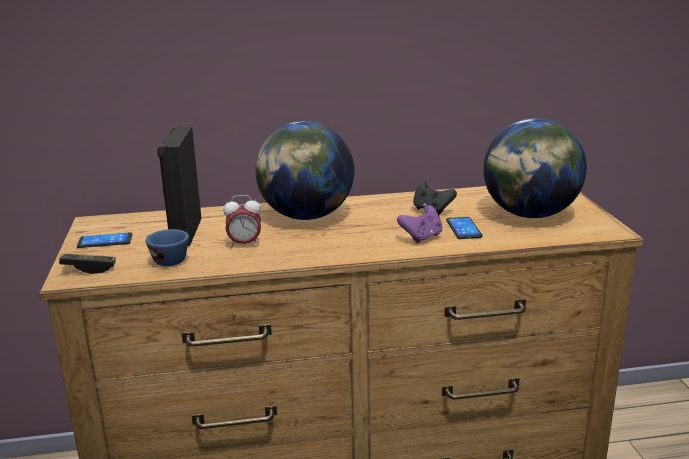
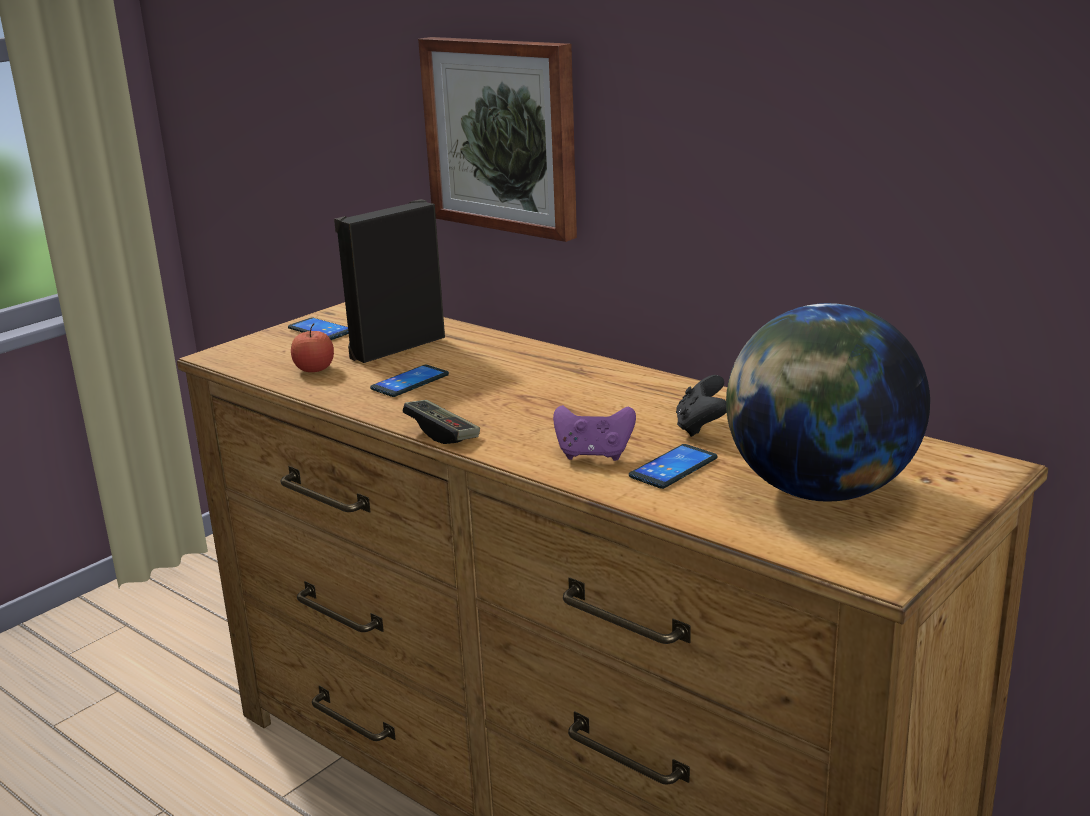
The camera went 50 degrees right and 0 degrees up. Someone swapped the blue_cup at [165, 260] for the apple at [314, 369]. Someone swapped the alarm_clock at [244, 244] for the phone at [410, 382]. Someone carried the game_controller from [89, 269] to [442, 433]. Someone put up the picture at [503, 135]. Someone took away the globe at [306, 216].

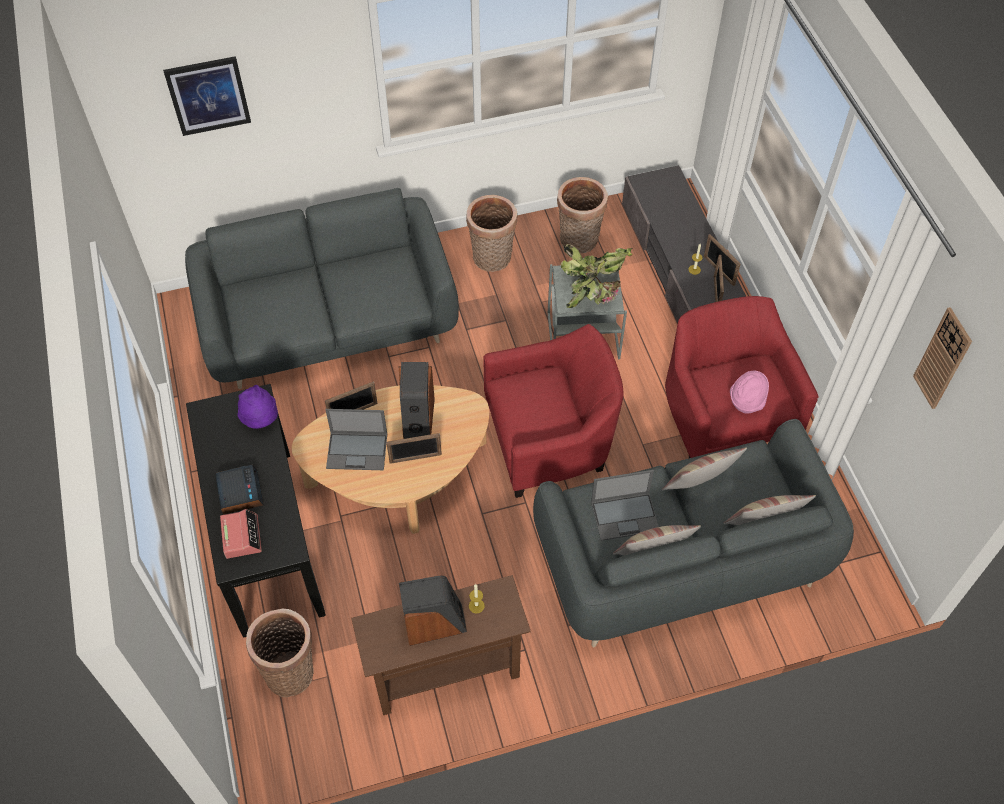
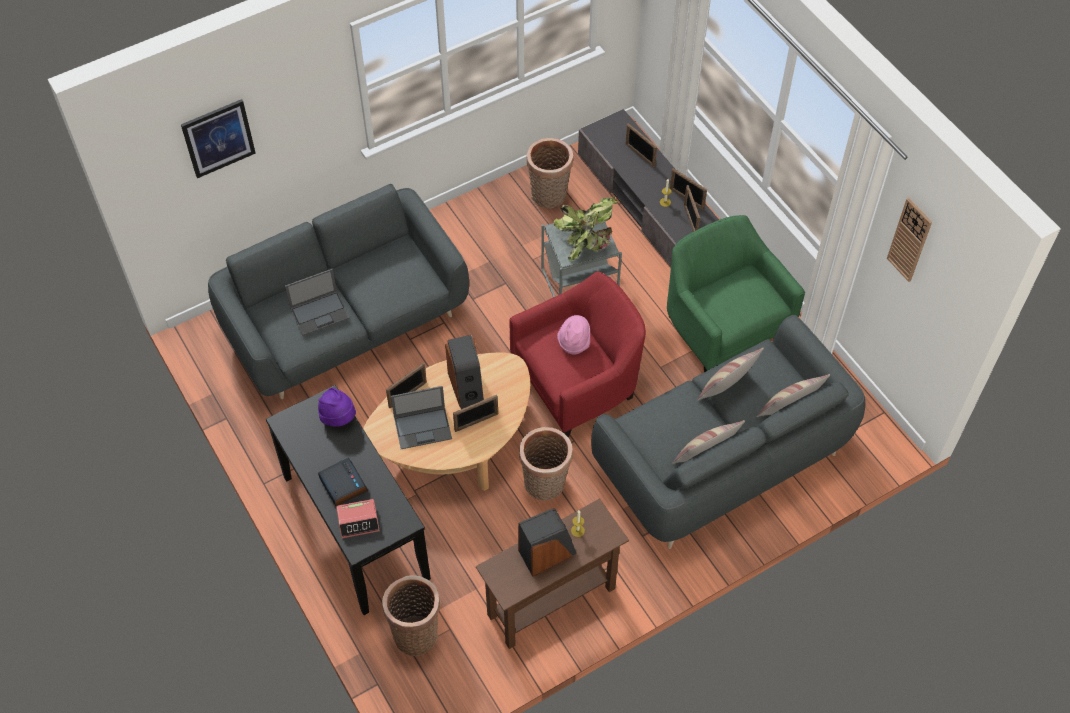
The camera went 15 degrees left and 0 degrees up. Someone carried the laptop from [625, 515] to [320, 312]. Someone rotated the alarm_clock at [241, 536] by 105 degrees clockwise. Someone carried the basket from [492, 259] to [545, 485]. Someone carried the pink_hat from [747, 401] to [574, 343]. Someone put down the picture_frame at [639, 155]. Someone repainted the red_armchair at [725, 414], which became the green_armchair at [723, 324].

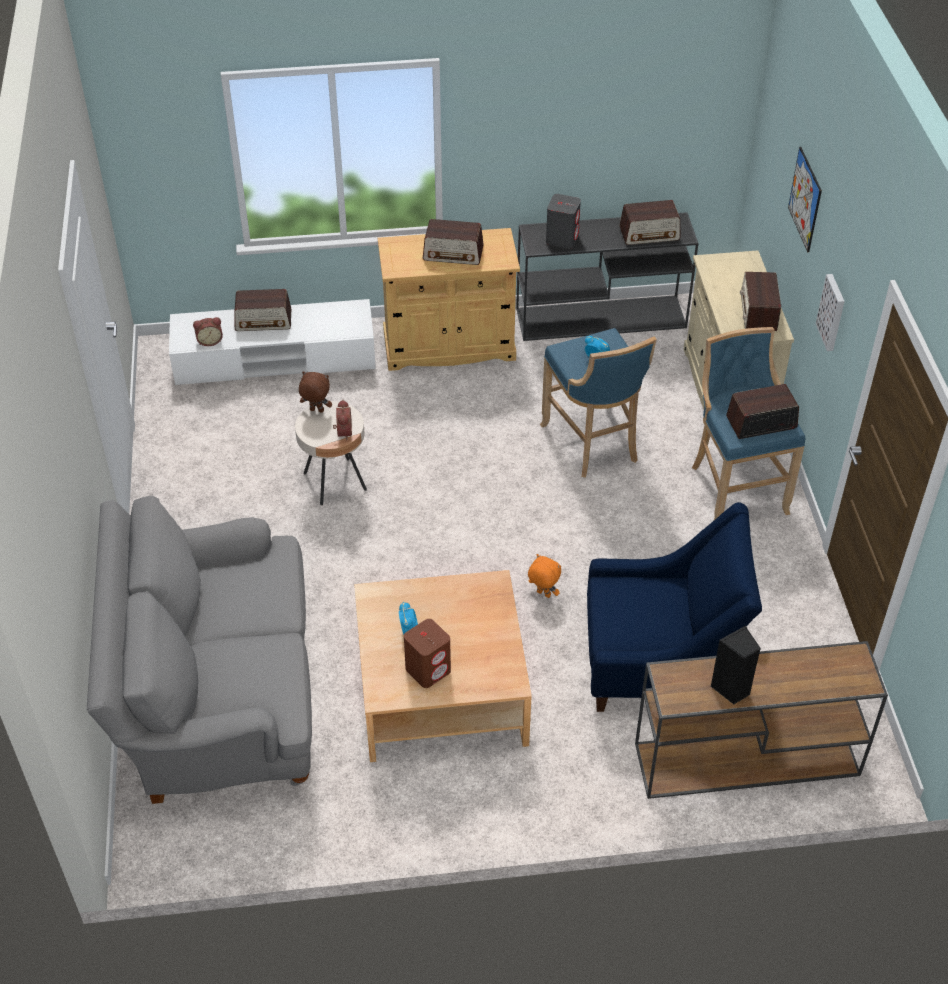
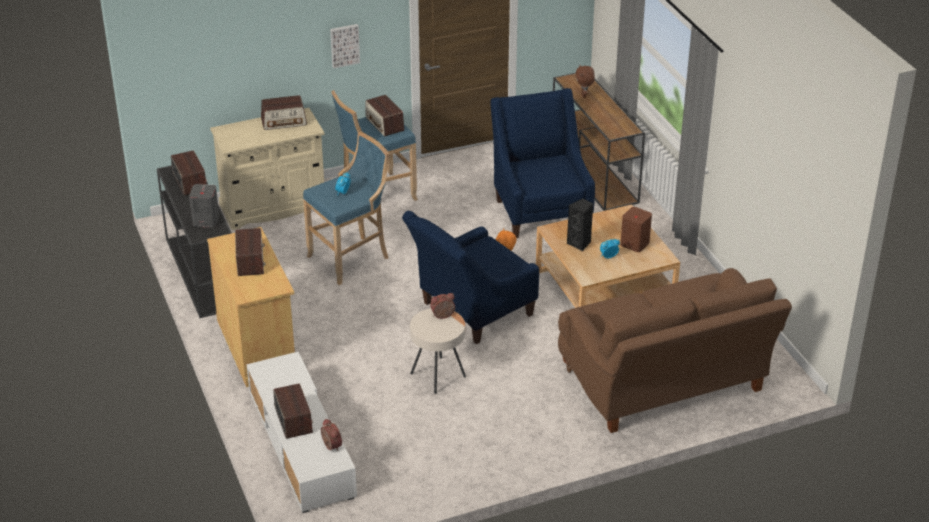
The camera went 105 degrees left and 10 degrees down. Someone put down the blue_armchair at [471, 312]. Someone repainted the grey_sofa at [218, 698], which became the brown_sofa at [664, 383]. Someone carried the black_speaker from [731, 689] to [580, 243]. Someone carried the brown_plush_toy from [316, 411] to [584, 95]. Someone took away the picture at [805, 199].

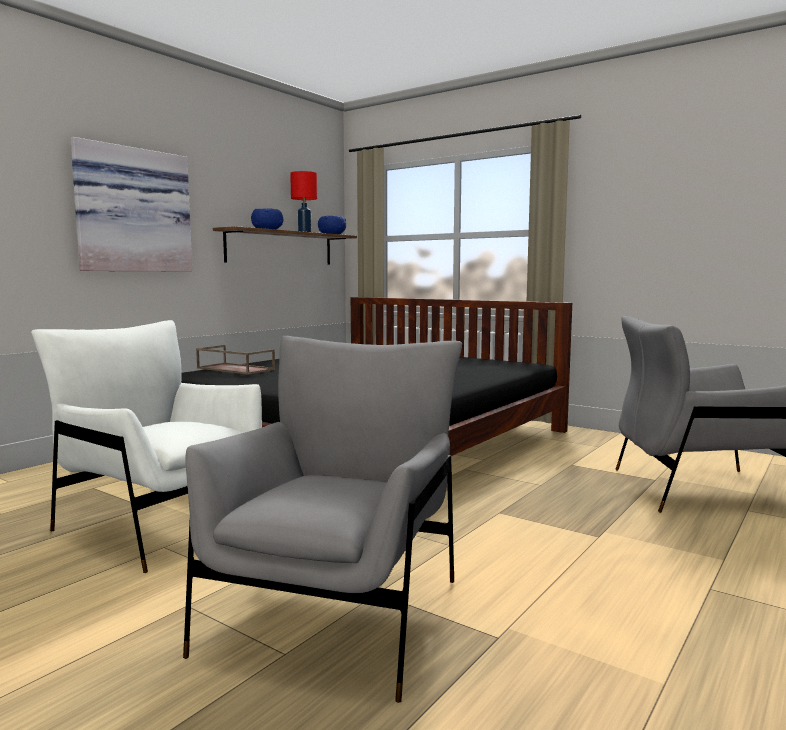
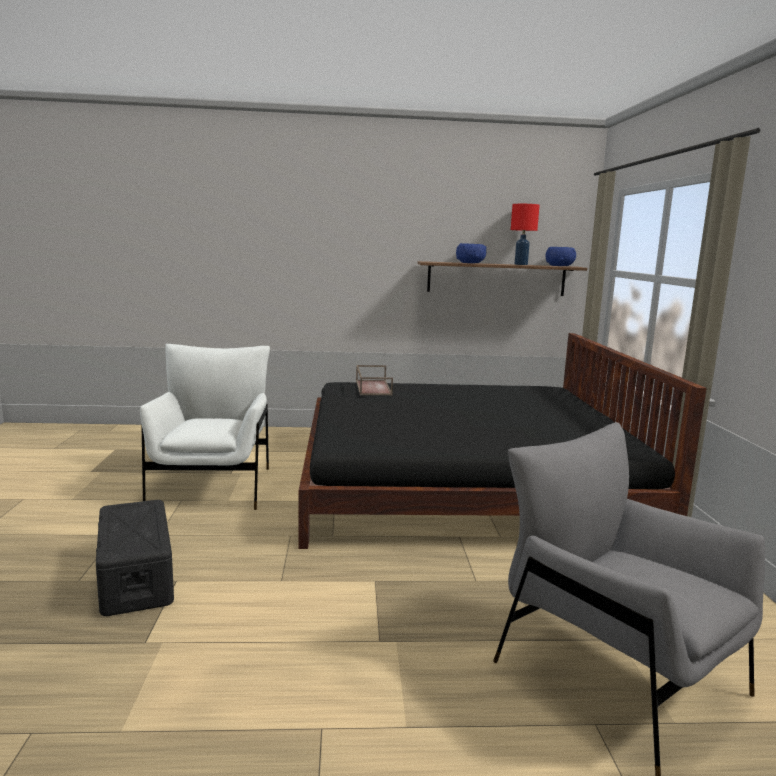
The camera went 50 degrees right and 5 degrees up. Someone swapped the grey_armchair at [335, 614] for the black_storage_box at [136, 577]. Someone took away the picture at [132, 210].

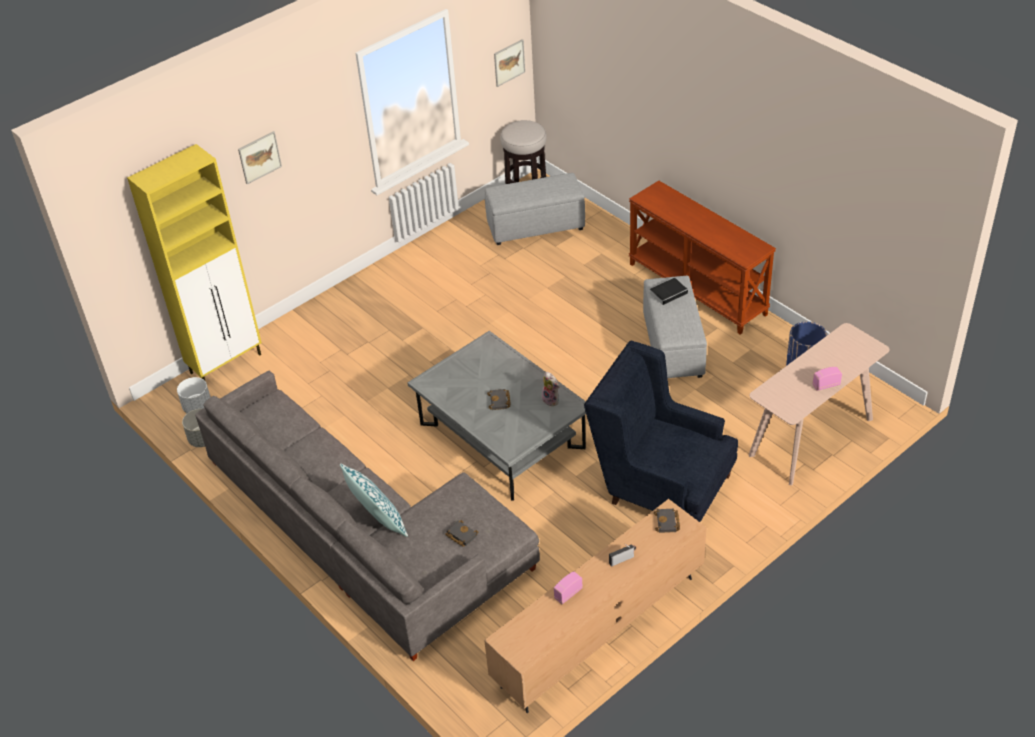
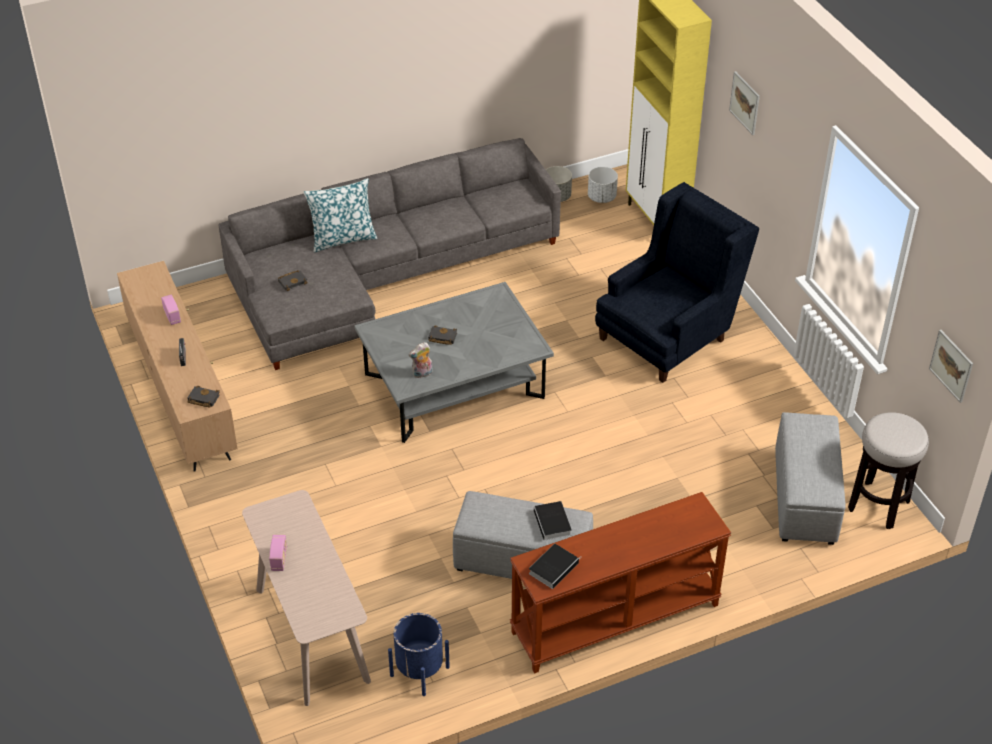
The camera went 105 degrees right and 0 degrees up. Someone put down the book at [554, 567]. Someone carried the blue_armchair from [661, 485] to [669, 334].

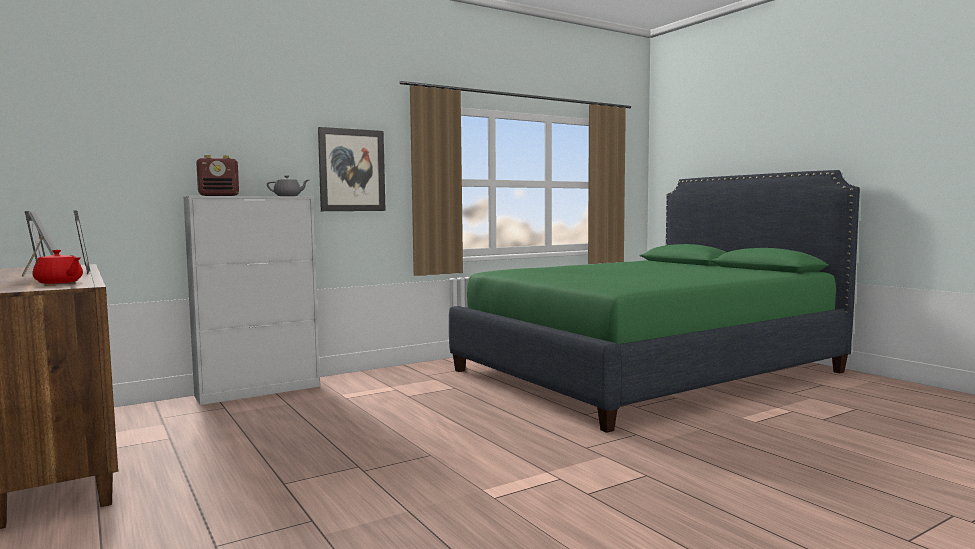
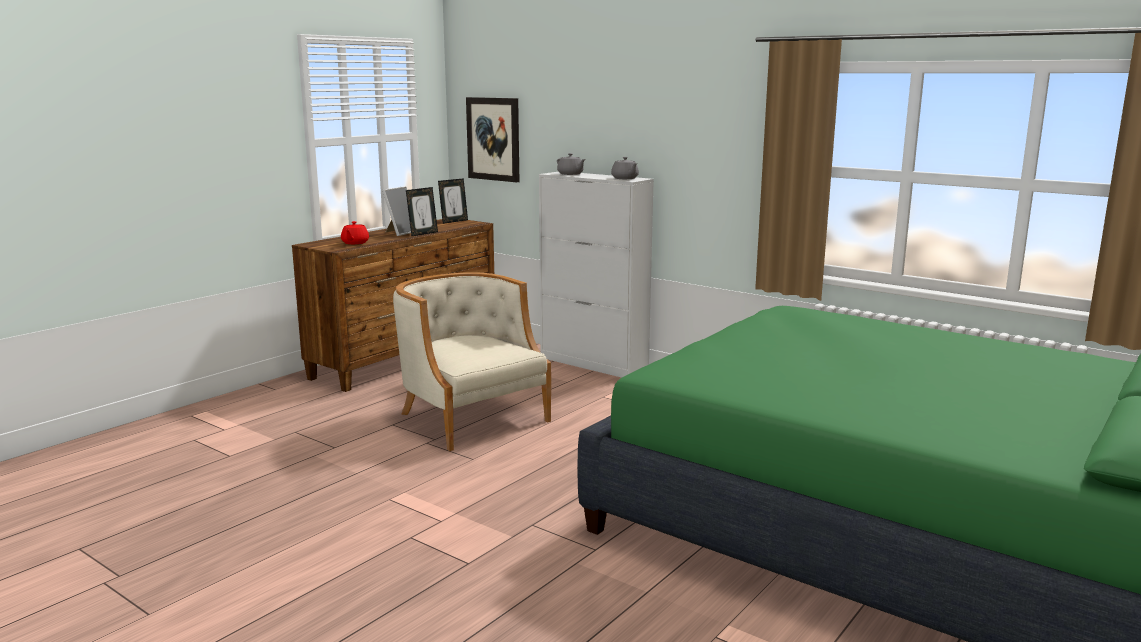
The camera went 70 degrees right and 10 degrees up. Someone put down the beige_armchair at [469, 417]. Someone carried the picture from [352, 170] to [493, 139]. Someone swapped the radio at [219, 195] for the grey_teapot at [570, 174].

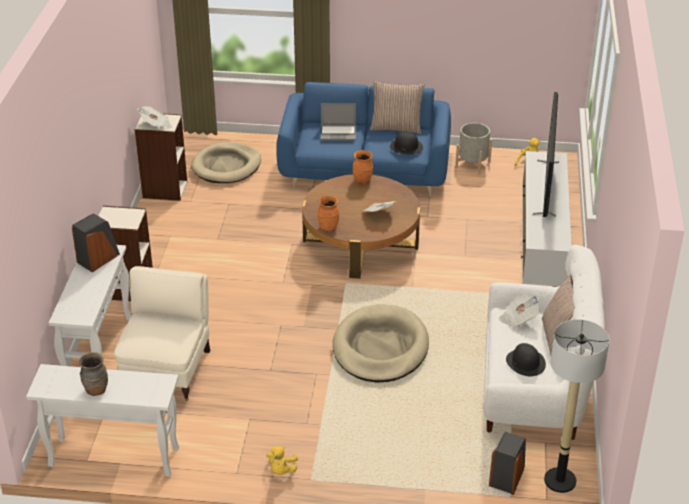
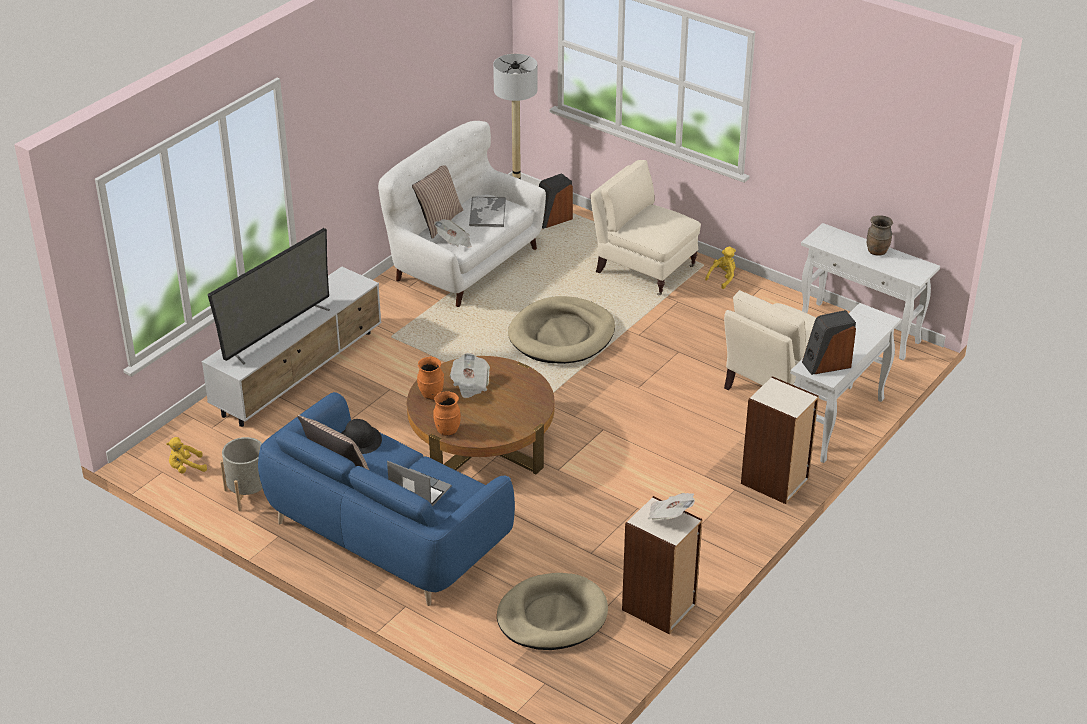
The camera went 150 degrees left and 0 degrees up. Someone carried the orange_vase from [328, 227] to [431, 395]. Someone swapped the black_hat at [525, 362] for the tray at [487, 212]. Someone put down the beige_armchair at [643, 268].

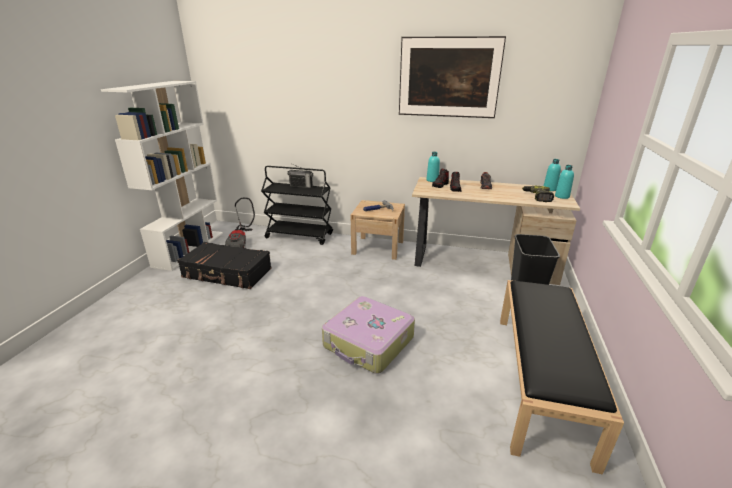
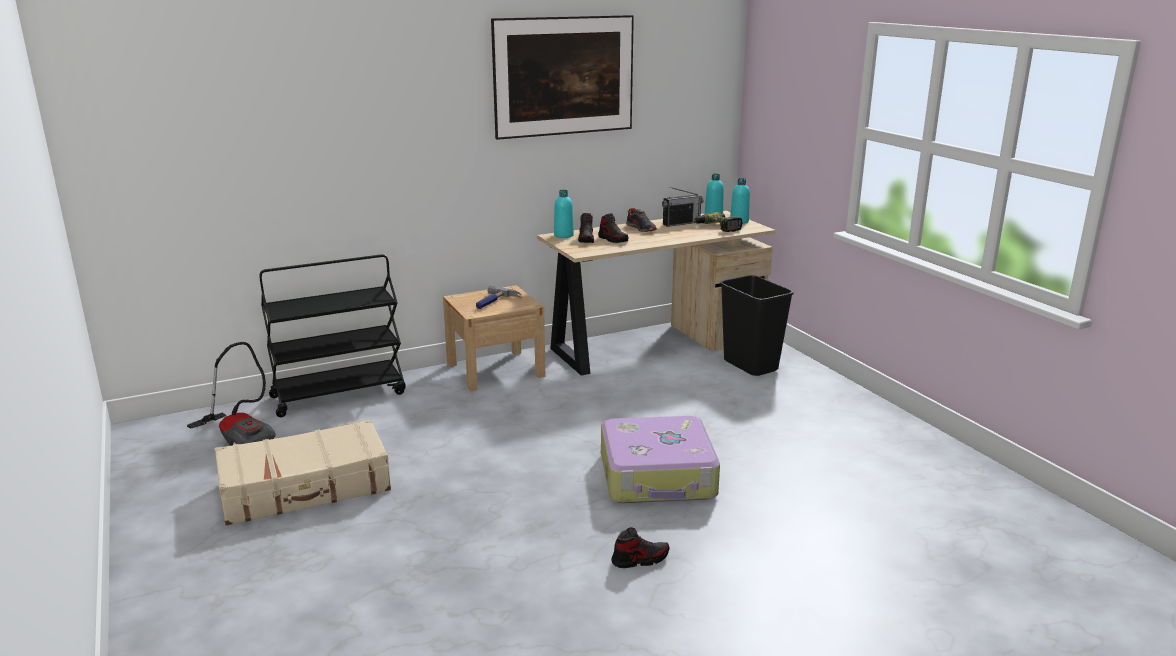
The camera went 40 degrees left and 5 degrees down. Someone repainted the black_suitcase at [227, 273], which became the beige_suitcase at [306, 488]. Someone put down the shoe at [640, 559]. Someone carried the radio from [301, 186] to [681, 223]. Someone took away the white_bookcase at [189, 248]. Someone took away the black_bench at [541, 381].

